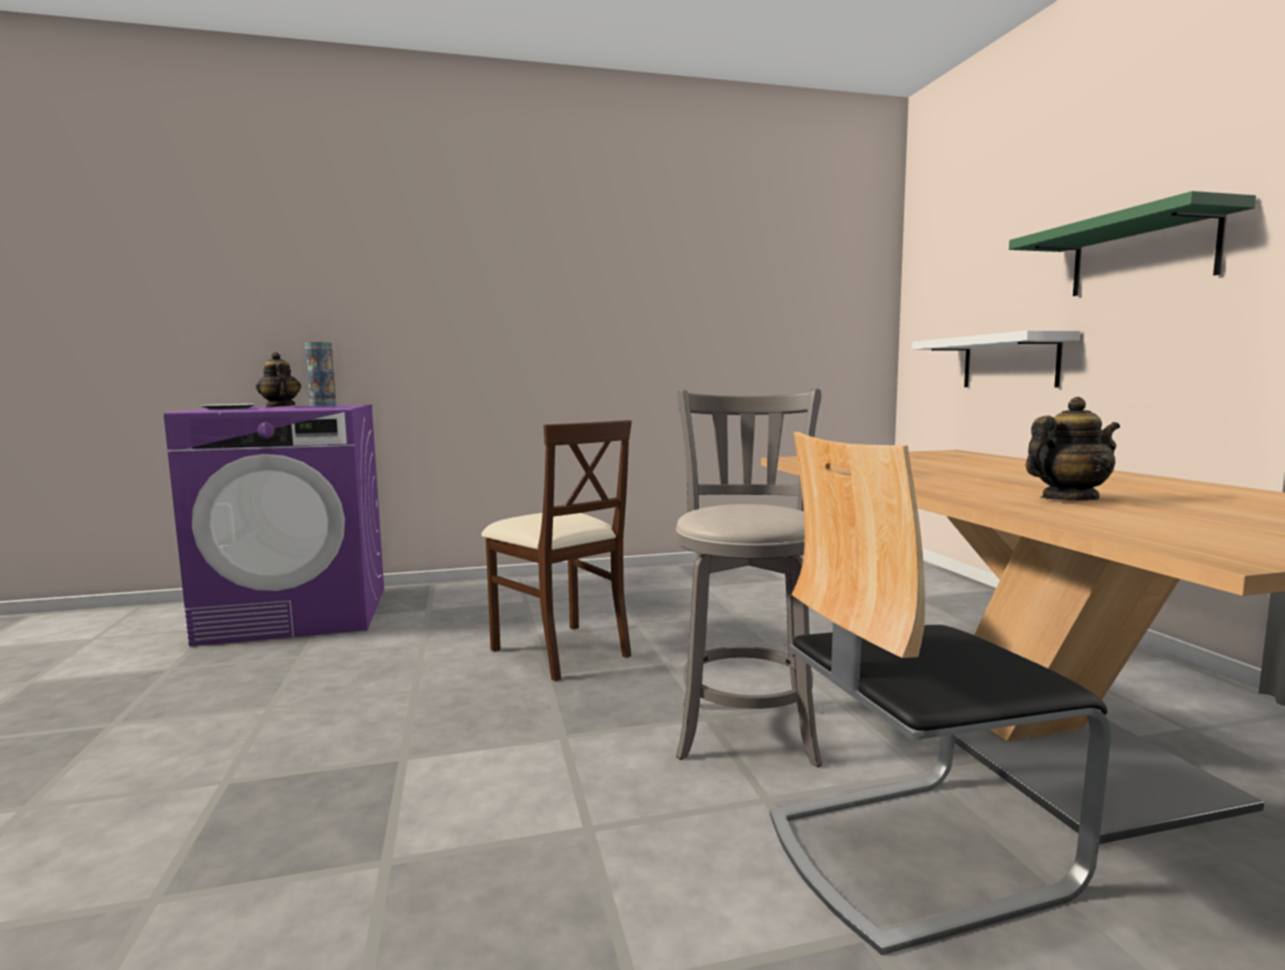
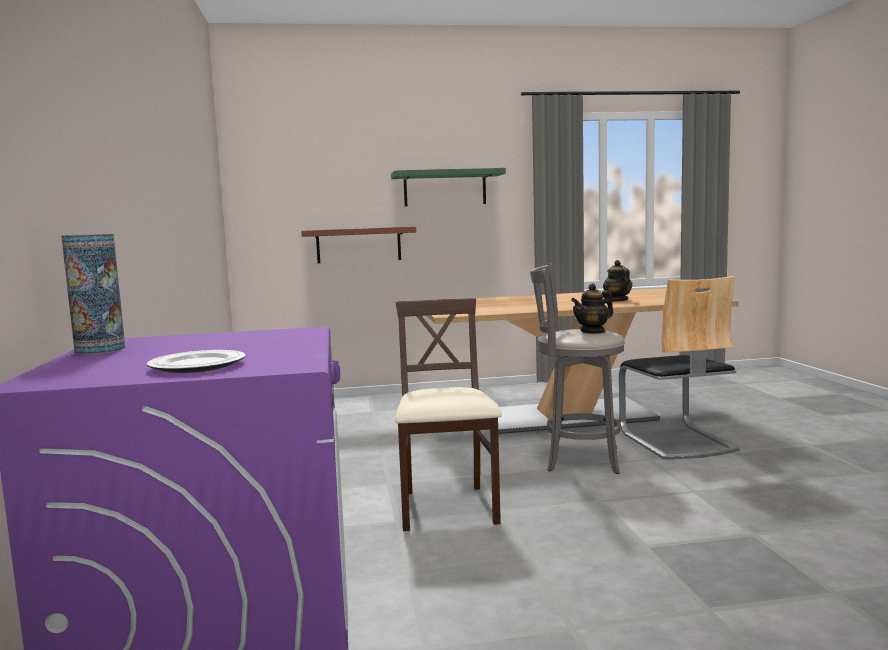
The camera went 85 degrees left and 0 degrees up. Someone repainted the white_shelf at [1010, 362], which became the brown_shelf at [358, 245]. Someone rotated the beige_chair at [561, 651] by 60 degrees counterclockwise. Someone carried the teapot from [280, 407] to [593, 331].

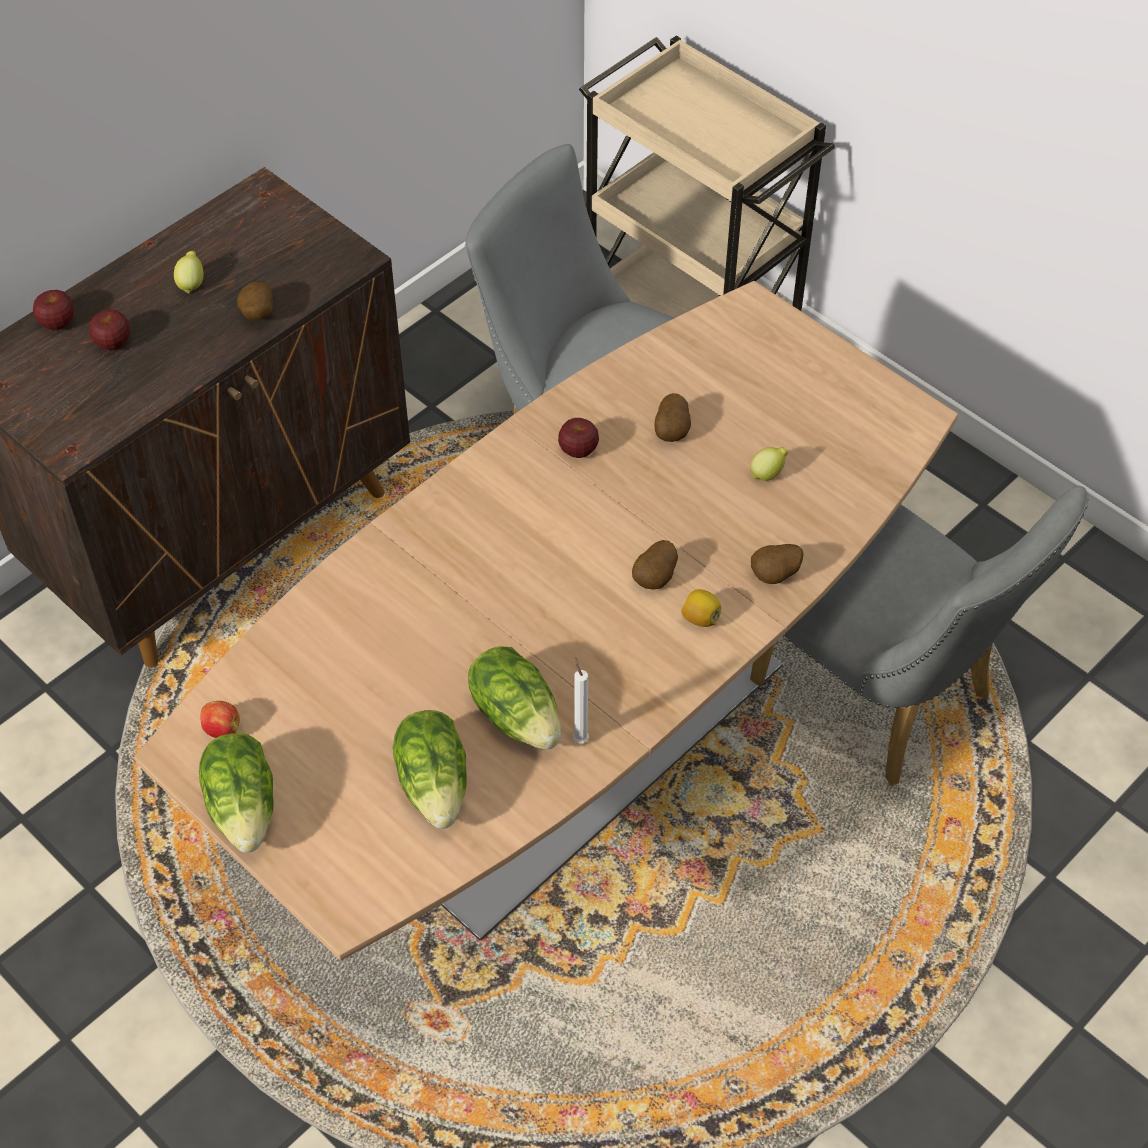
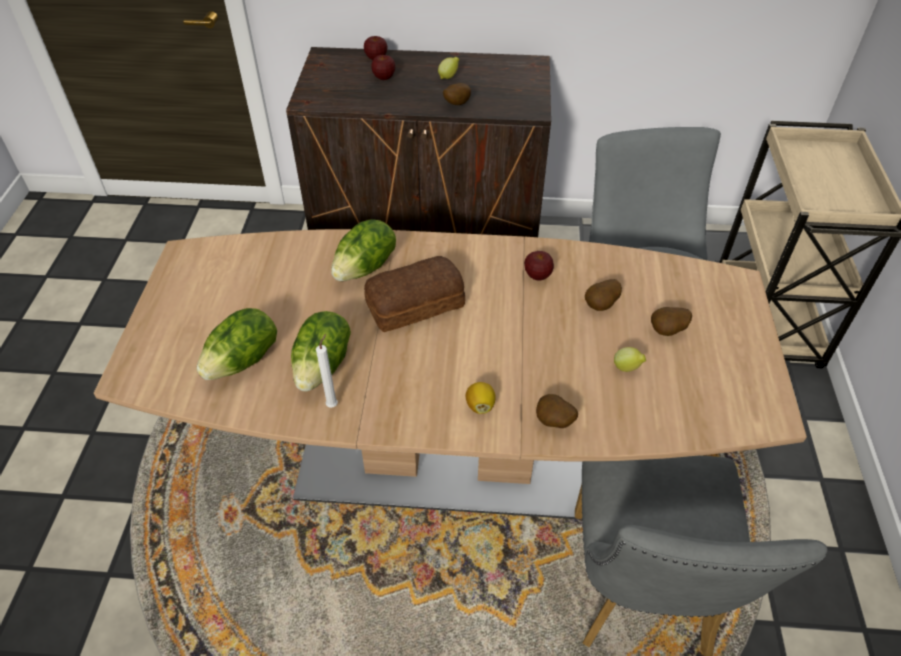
The camera went 50 degrees right and 5 degrees down. Someone carried the lettuce from [244, 807] to [366, 267]. Someone put down the bread at [413, 304]. Someone carried the potato from [655, 579] to [667, 331]. Someone took away the apple at [221, 729].

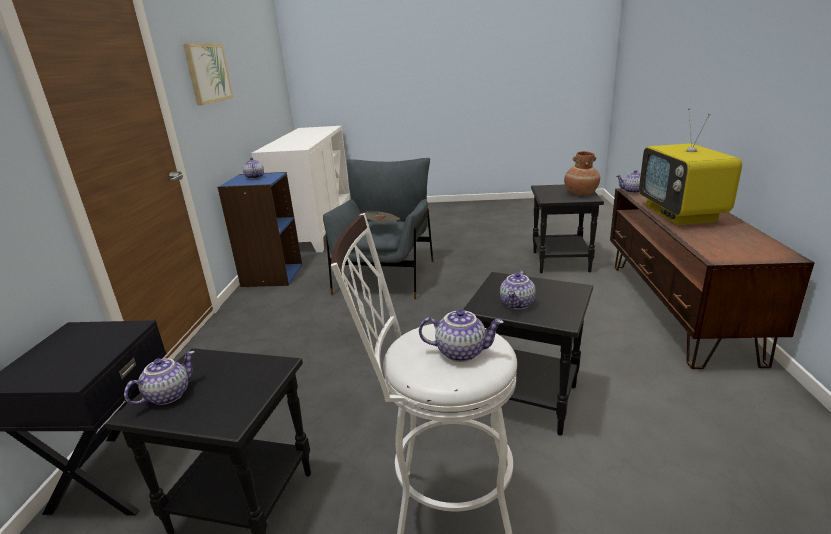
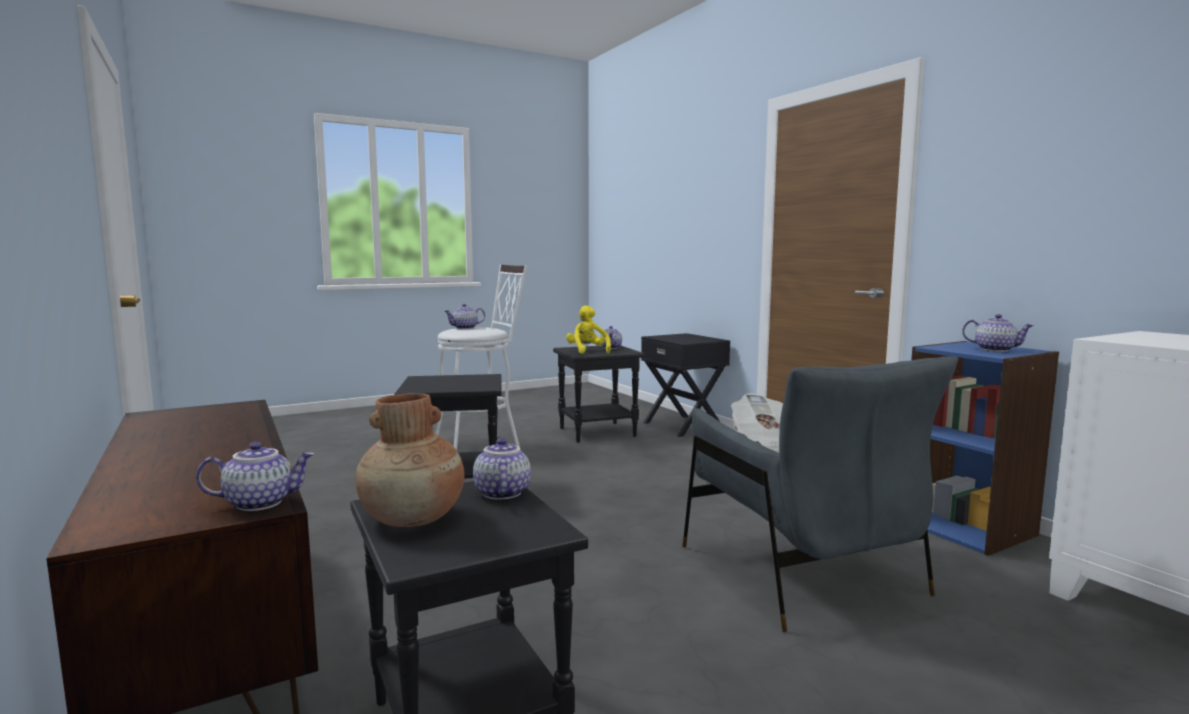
The camera went 145 degrees right and 15 degrees down. Someone carried the teapot from [518, 304] to [500, 493]. Someone put down the yellow_plush_toy at [587, 351]. Someone took away the picture at [208, 73]. Someone took away the television at [681, 214].

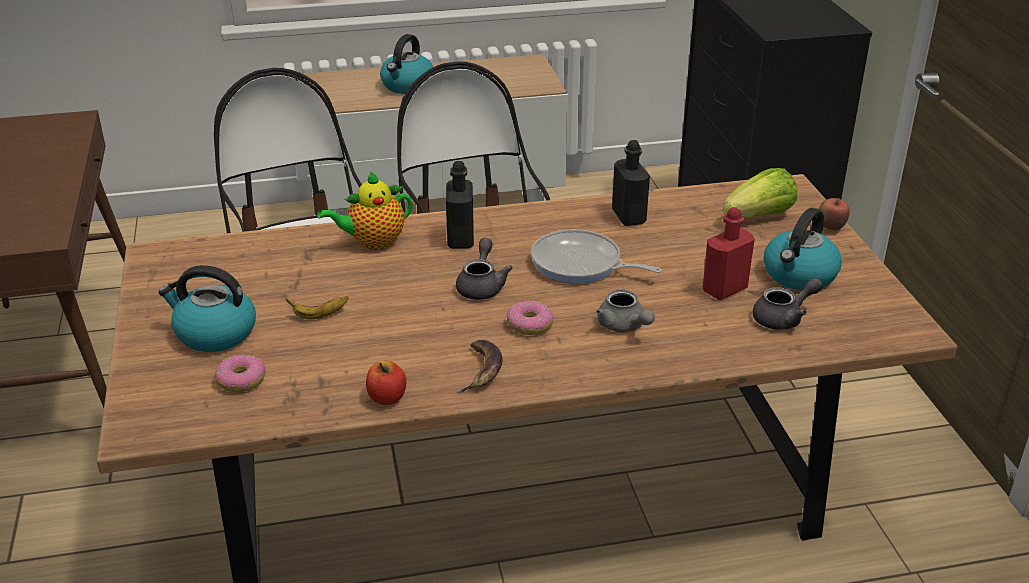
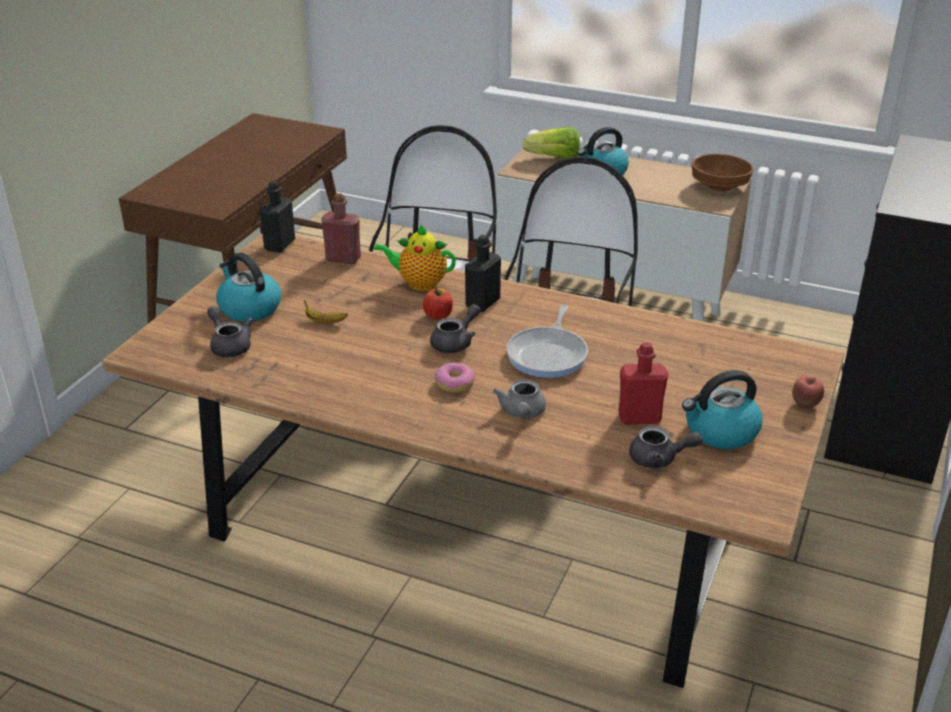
The camera went 35 degrees right and 0 degrees up. Someone swapped the donut at [241, 381] for the grey_teapot at [229, 345]. Someone carried the black_bottle from [628, 217] to [280, 245]. Someone put down the red_bottle at [343, 259]. Someone carried the apple from [387, 398] to [438, 315]. Someone rotated the frying_pan at [580, 264] by 135 degrees counterclockwise. Someone carried the lettuce from [759, 216] to [554, 158]. Someone put down the brown_bowl at [720, 187]. Someone took away the banana at [482, 370].

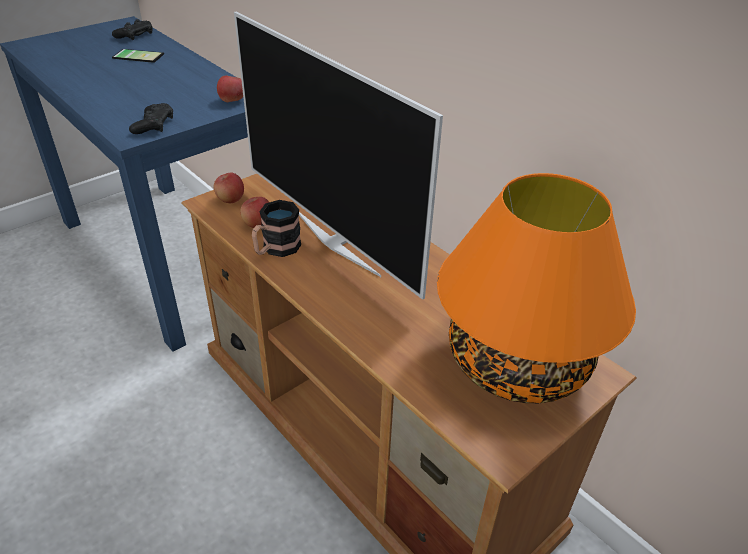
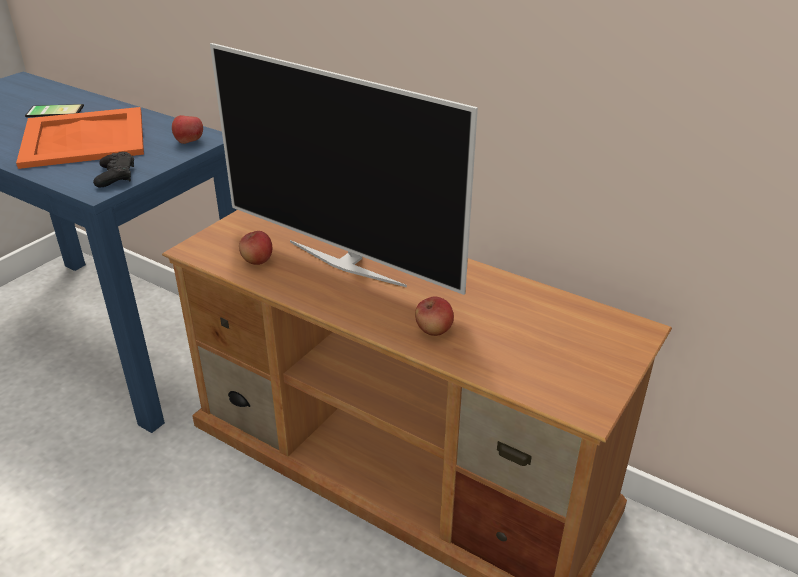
The camera went 15 degrees left and 5 degrees down. Someone put down the orange_tray at [83, 138]. Someone carried the apple from [230, 200] to [433, 330]. Someone took away the black_game_controller at [135, 35]. Someone took away the mug at [276, 249]. Someone took away the orange_table_lamp at [517, 364].

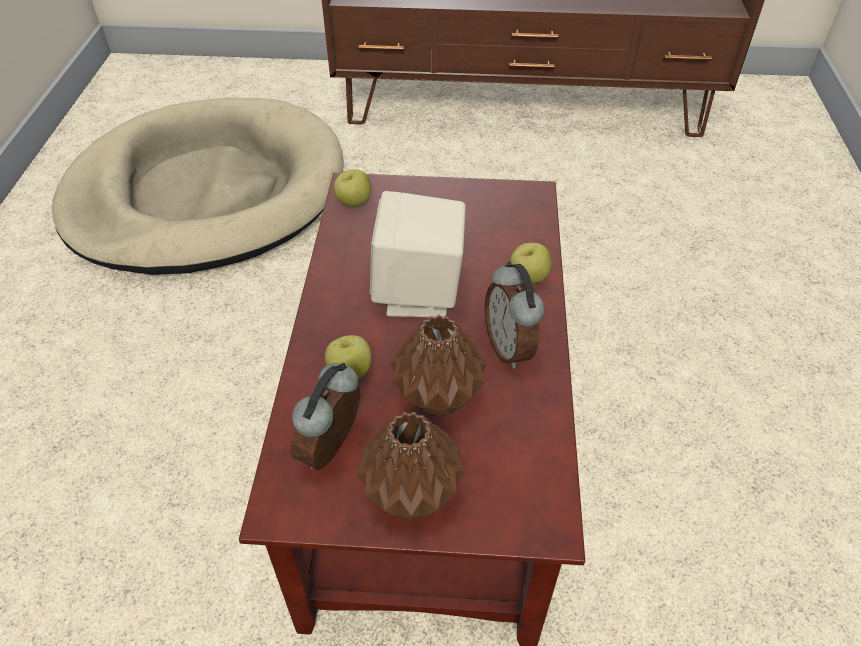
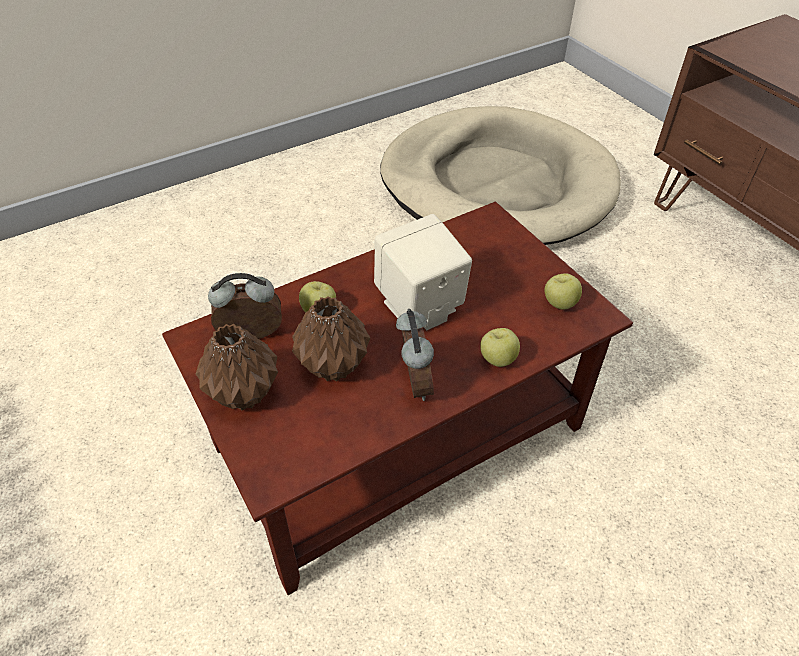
The camera went 55 degrees right and 0 degrees up. Someone rotated the alarm_clock at [510, 347] by 135 degrees clockwise. Someone carried the apple from [353, 202] to [559, 303].

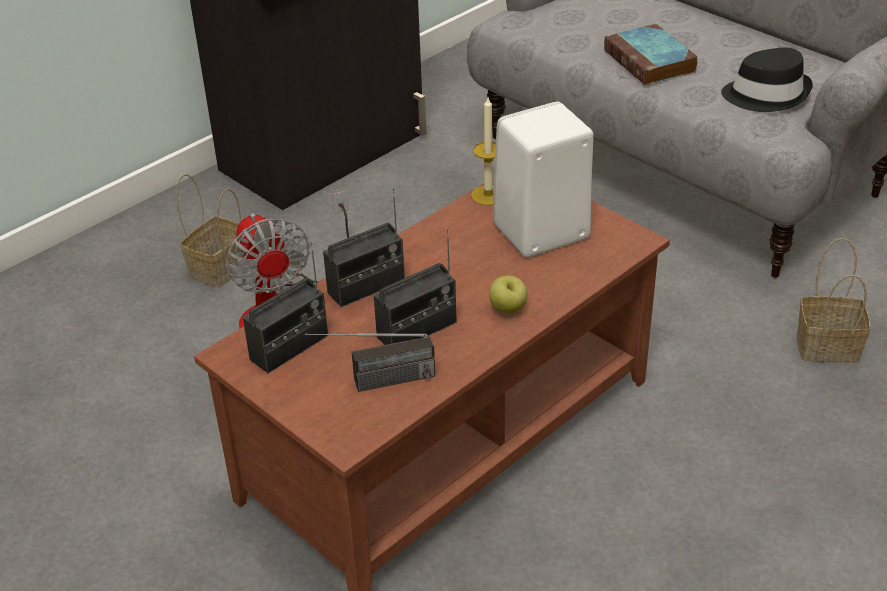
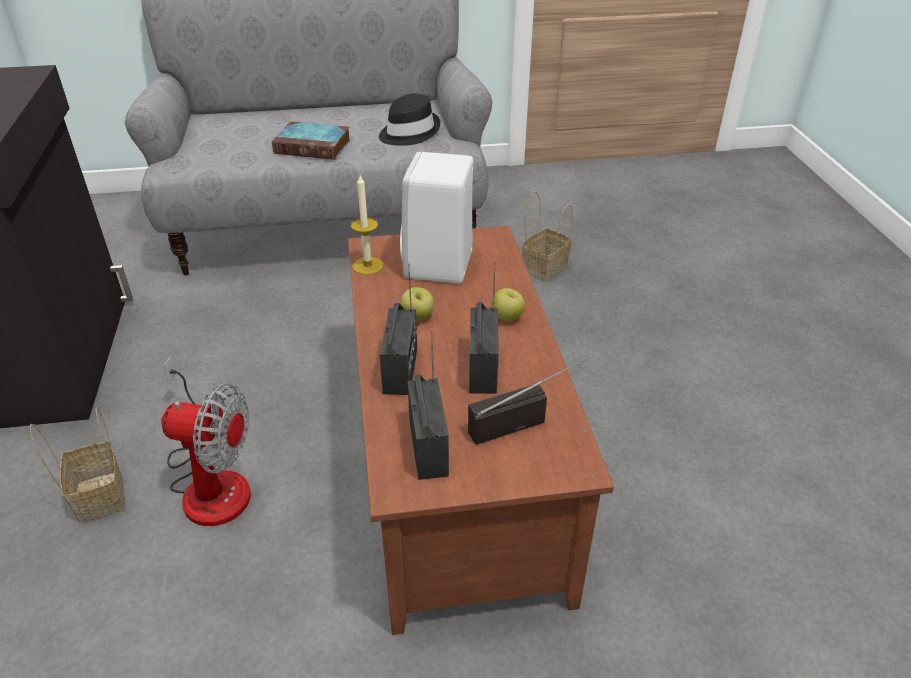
The camera went 55 degrees left and 0 degrees up. Someone put down the apple at [418, 317]. Someone rotated the radio at [374, 383] by 135 degrees counterclockwise.

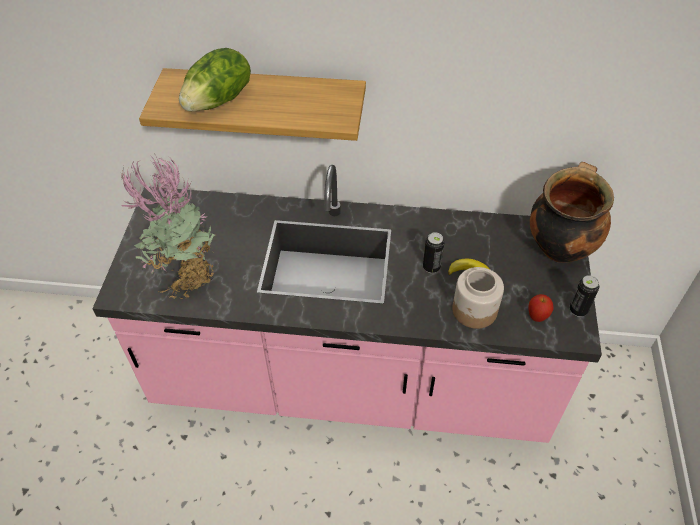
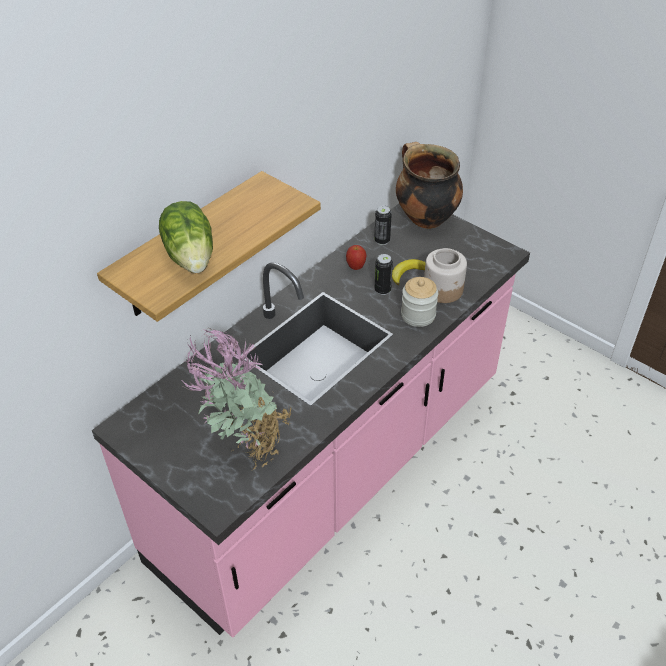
The camera went 55 degrees left and 5 degrees down. Someone carried the apple from [537, 317] to [356, 267]. Someone carried the can from [578, 310] to [382, 241]. Someone put down the jar at [418, 315].

